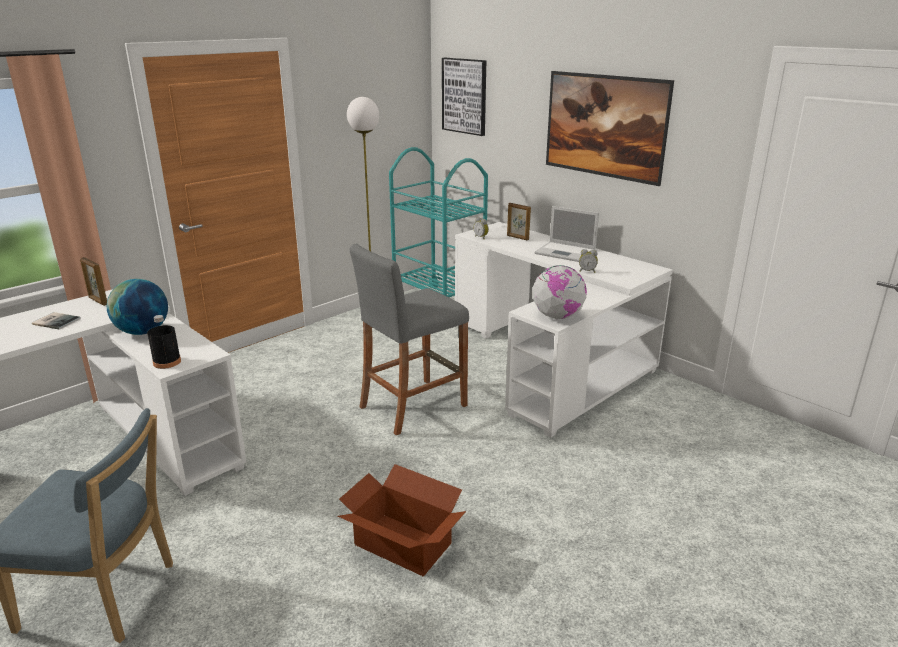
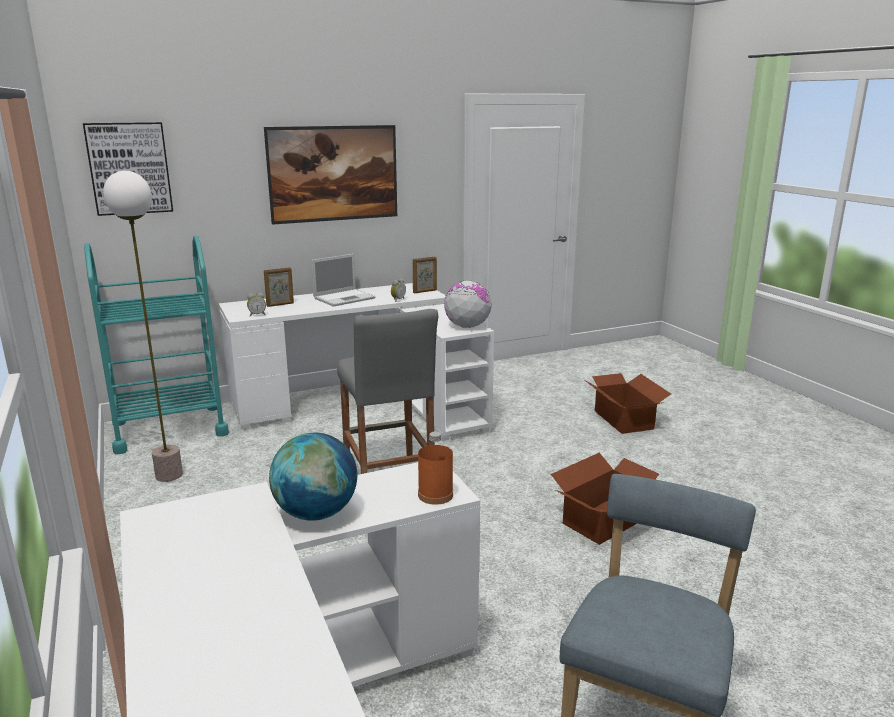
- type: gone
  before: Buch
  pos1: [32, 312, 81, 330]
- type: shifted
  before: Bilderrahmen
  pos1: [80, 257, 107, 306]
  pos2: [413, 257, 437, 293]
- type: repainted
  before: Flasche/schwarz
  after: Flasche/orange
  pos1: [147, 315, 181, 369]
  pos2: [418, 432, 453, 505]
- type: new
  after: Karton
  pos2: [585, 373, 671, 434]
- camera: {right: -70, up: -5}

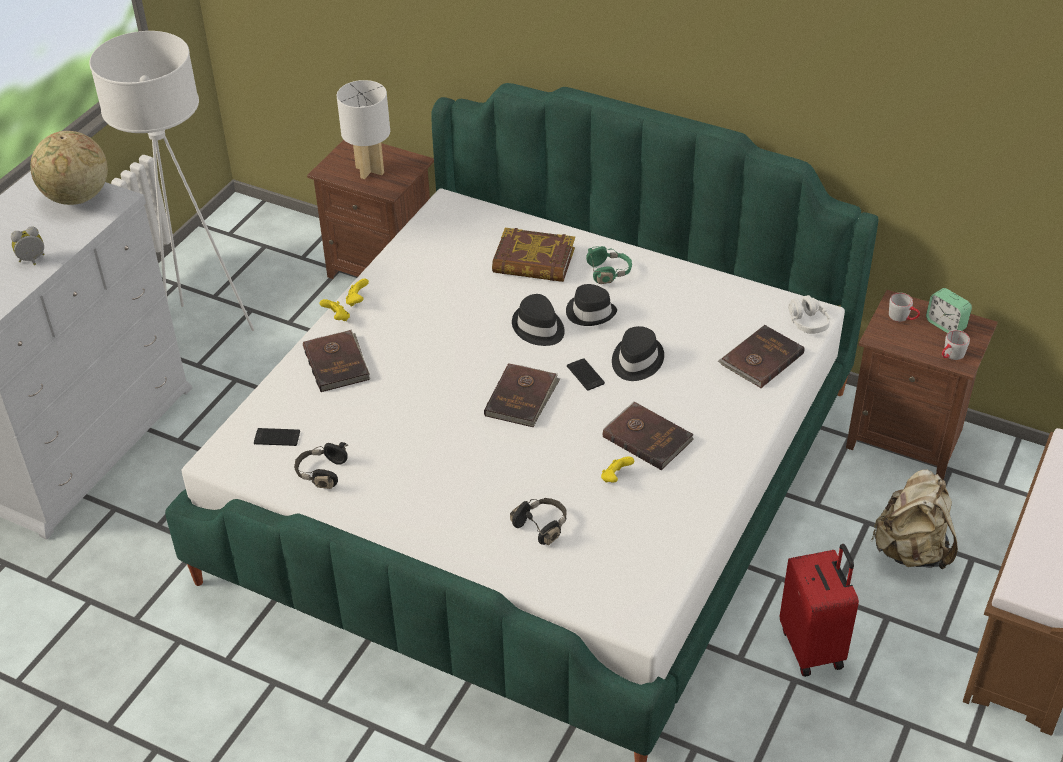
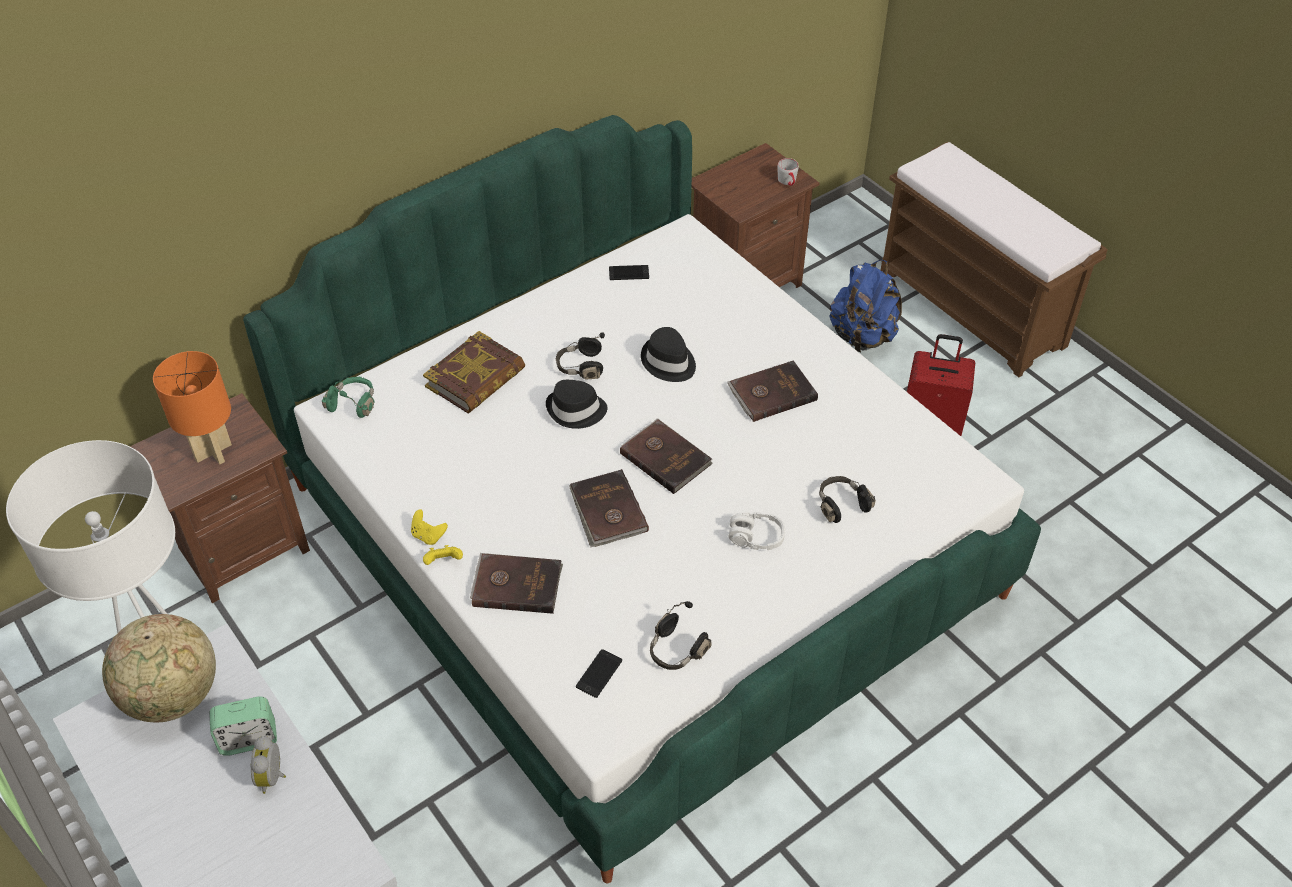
- type: repainted
  before: Tischlampe/weiß
  after: Tischlampe/orange
  pos1: [337, 80, 390, 179]
  pos2: [153, 351, 232, 464]
- type: swapped
  before: Hut/schwarz
  after: Kopfhörer/schwarz
  pos1: [566, 284, 617, 326]
  pos2: [556, 332, 605, 379]
- type: shifted
  before: Handy
  pos1: [567, 358, 605, 391]
  pos2: [609, 265, 649, 280]
- type: shifted
  before: Kopfhörer/grün
  pos1: [586, 246, 632, 284]
  pos2: [322, 377, 375, 418]
- type: gone
  before: Gamepad/gelb
  pos1: [601, 457, 634, 482]
- type: shifted
  before: Buch/braun
  pos1: [718, 325, 805, 388]
  pos2: [569, 469, 649, 547]
- type: shifted
  before: Kopfhörer/weiß
  pos1: [788, 295, 830, 334]
  pos2: [728, 512, 785, 550]
- type: repainted
  before: Rucksack/beige
  after: Rucksack/blau
  pos1: [871, 470, 958, 570]
  pos2: [829, 260, 902, 352]
- type: gone
  before: Henkelbecher/grau
  pos1: [889, 293, 920, 322]
- type: shifted
  before: Wecker
  pos1: [926, 288, 972, 333]
  pos2: [209, 696, 277, 756]
- camera: {right: -65, up: 5}

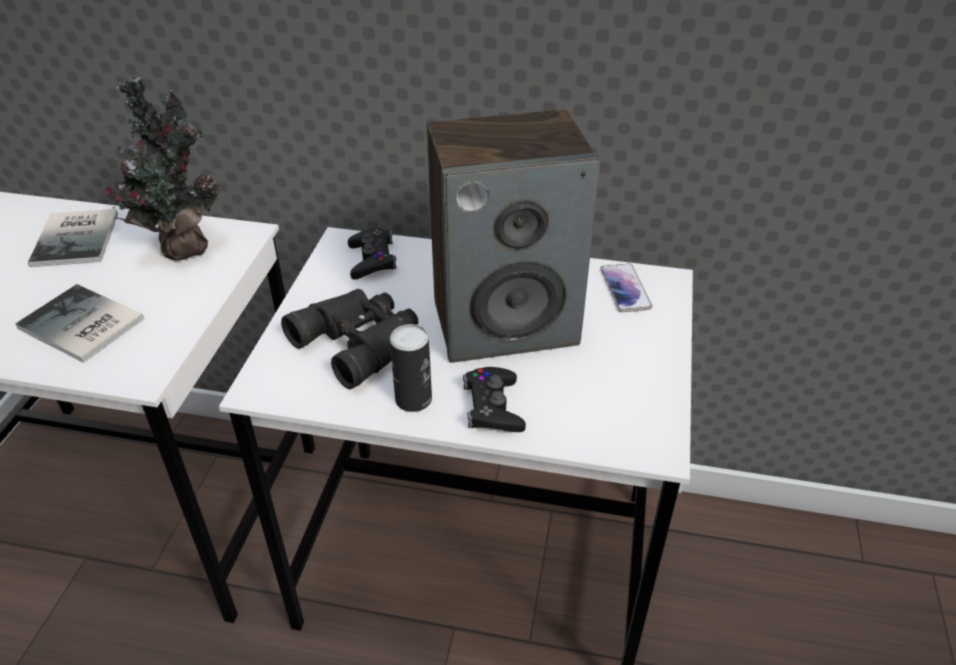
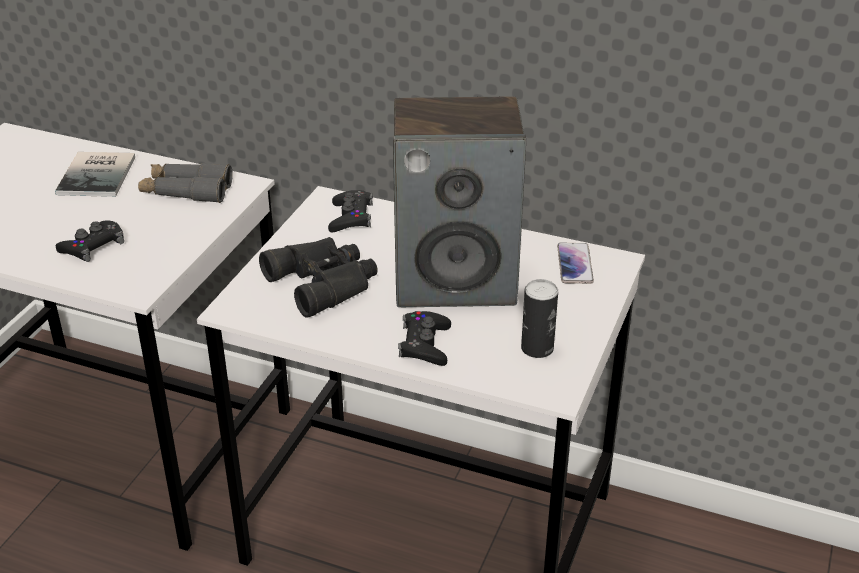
- type: swapped
  before: Buch
  after: Gamepad/schwarz
  pos1: [15, 284, 144, 363]
  pos2: [56, 221, 124, 262]
- type: swapped
  before: Topfpflanze
  after: Fernglas/grau
  pos1: [106, 77, 221, 261]
  pos2: [138, 163, 233, 203]
- type: shifted
  before: Dose
  pos1: [390, 324, 432, 412]
  pos2: [521, 279, 558, 358]
- camera: {right: 10, up: -5}

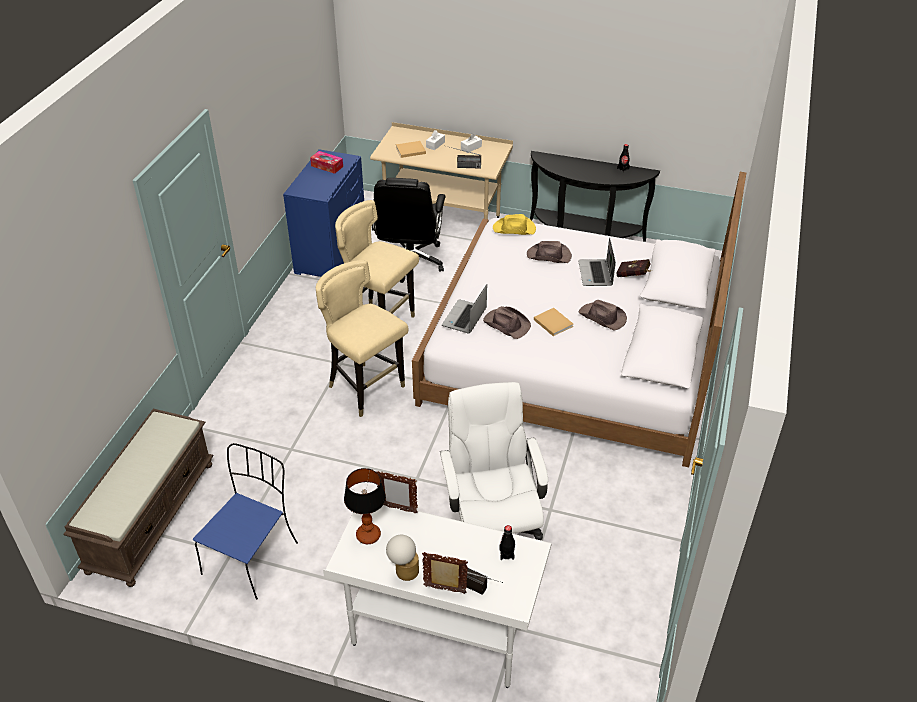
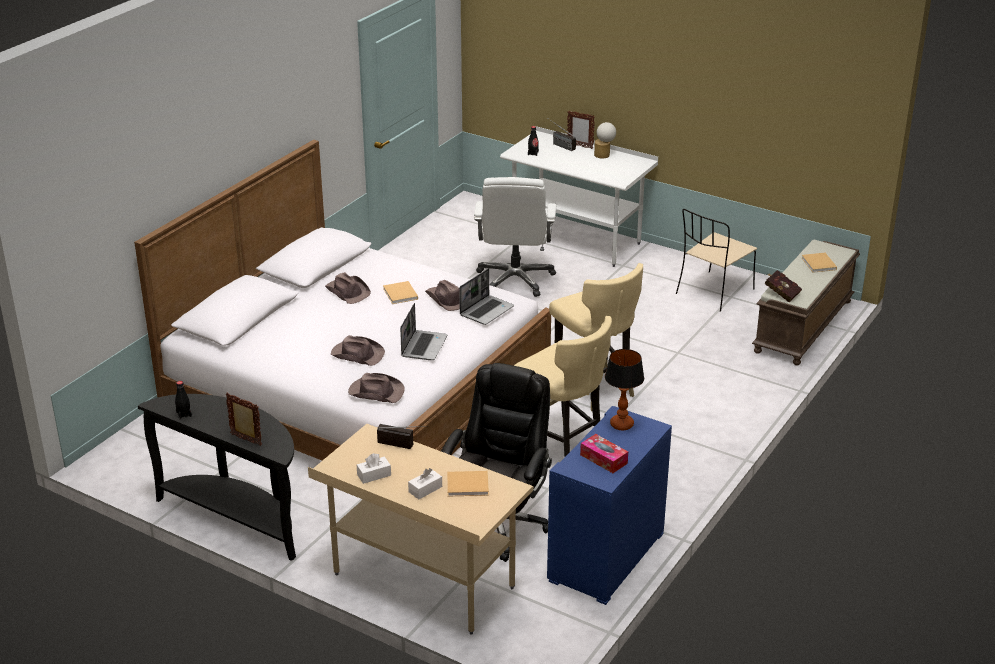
- type: repainted
  before: Stuhl/blau
  after: Stuhl/beige
  pos1: [193, 443, 298, 600]
  pos2: [676, 209, 757, 312]
- type: shifted
  before: Tischlampe
  pos1: [344, 468, 386, 544]
  pos2: [605, 349, 644, 430]
- type: shifted
  before: Bilderrahmen
  pos1: [377, 471, 418, 514]
  pos2: [225, 393, 262, 446]
- type: repainted
  before: Hut/gelb
  after: Hut/braun
  pos1: [493, 214, 536, 235]
  pos2: [348, 373, 405, 403]
- type: shifted
  before: Laptop
  pos1: [578, 237, 616, 286]
  pos2: [400, 303, 447, 360]
- type: shifted
  before: Buch/rot
  pos1: [616, 259, 652, 277]
  pos2: [764, 270, 802, 302]
- type: new
  after: Buch/beige
  pos2: [802, 253, 837, 273]
- camera: {right: -165, up: -10}

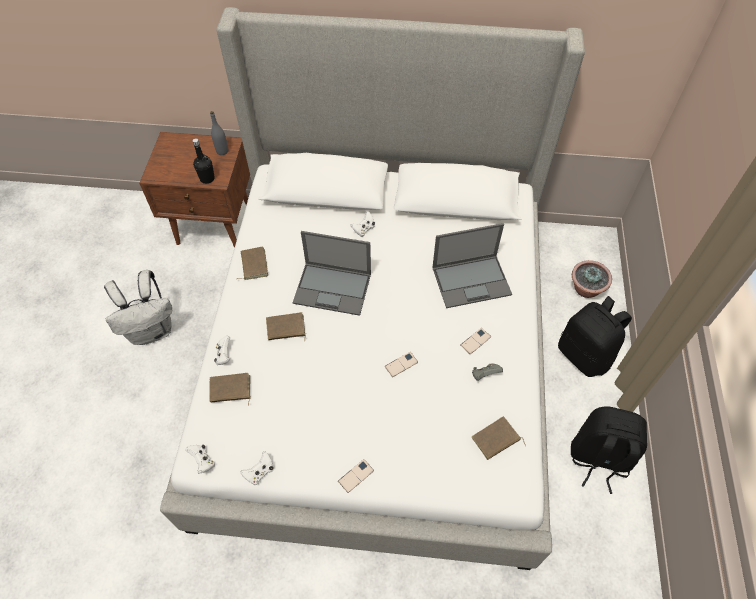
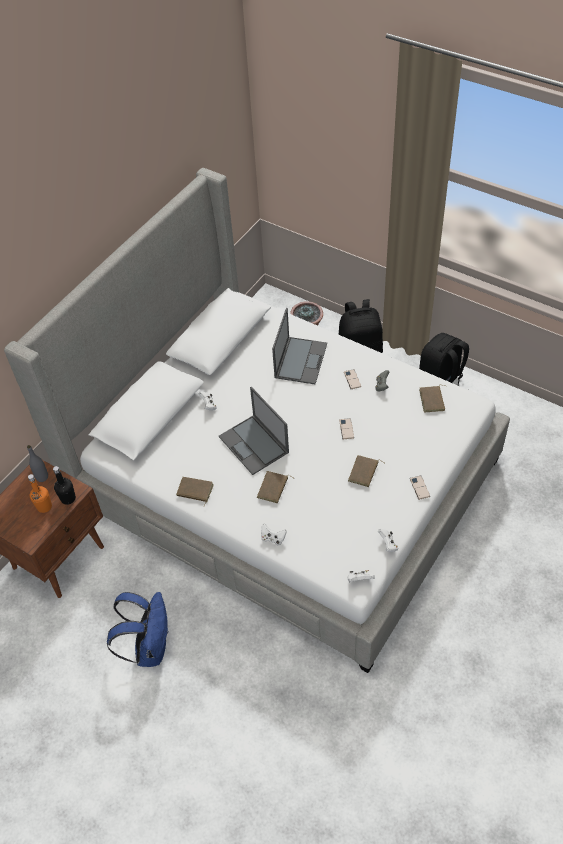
- type: repainted
  before: Rucksack/weiß
  after: Rucksack/blau
  pos1: [104, 270, 172, 345]
  pos2: [107, 592, 169, 667]
- type: shifted
  before: Buch/braun
  pos1: [210, 373, 251, 406]
  pos2: [348, 455, 384, 487]
- type: rotated
  before: Laptop
  pos1: [293, 231, 371, 316]
  pos2: [219, 387, 289, 475]
  turn: 105
- type: new
  after: Flasche/orange
  pos2: [28, 474, 52, 513]
- camera: {right: -60, up: -5}

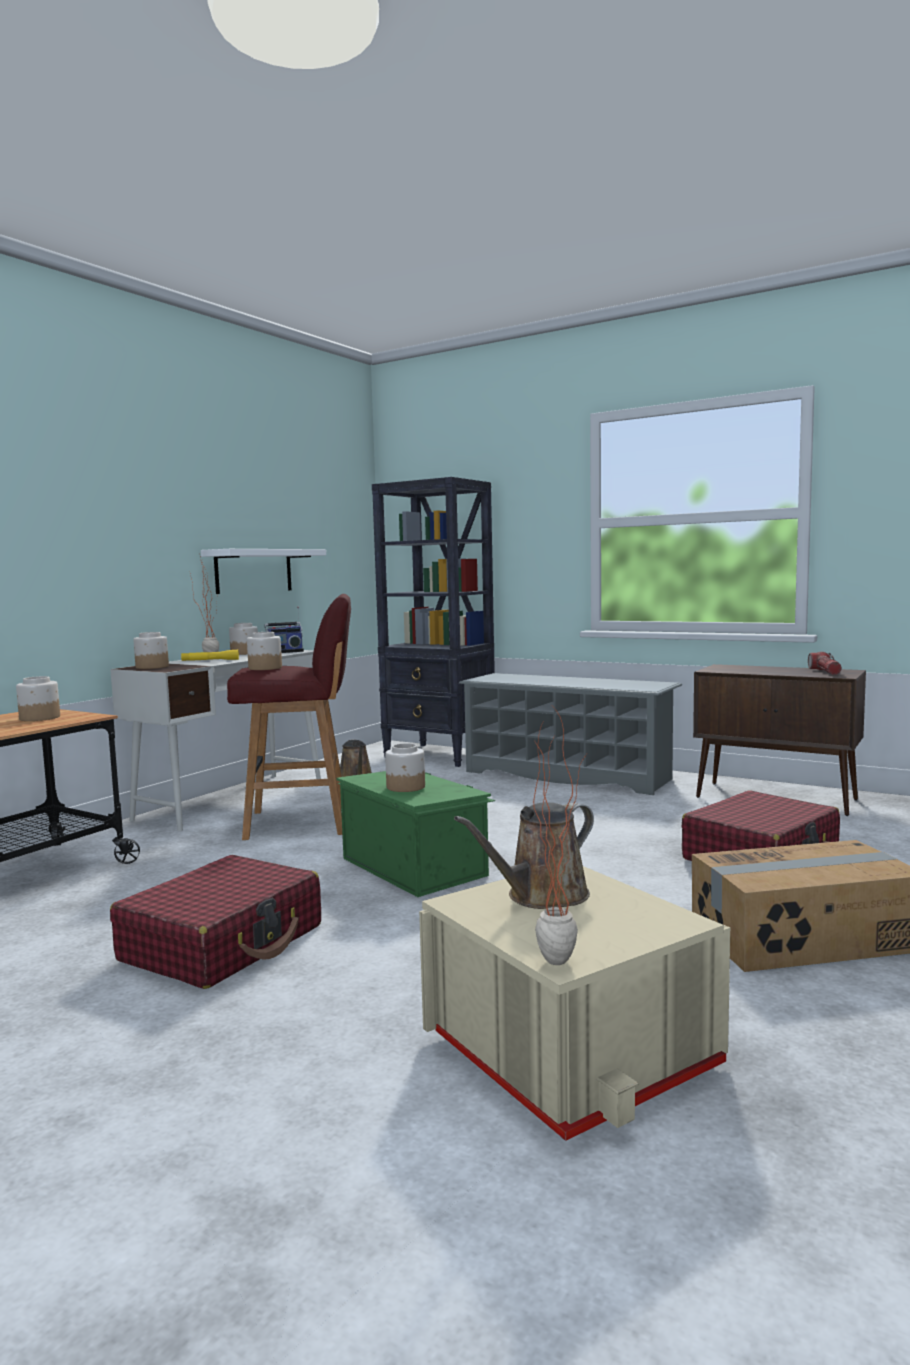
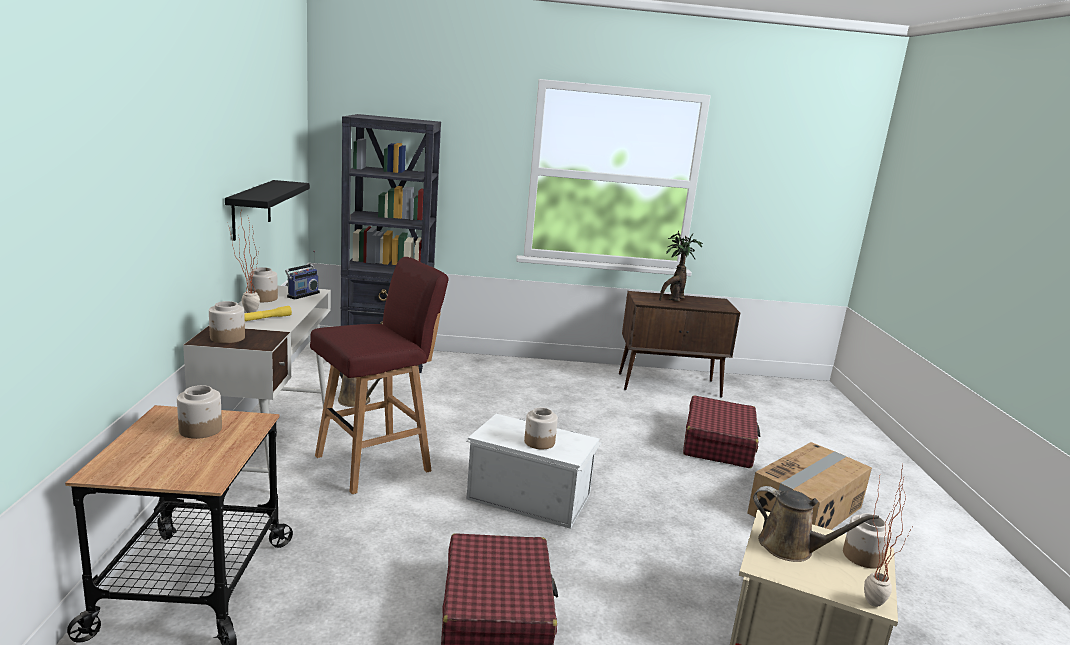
- type: repainted
  before: Wandregal/weiß
  after: Wandregal/schwarz
  pos1: [201, 549, 326, 594]
  pos2: [225, 180, 310, 241]
- type: shifted
  before: Vorratsglas
  pos1: [247, 632, 282, 670]
  pos2: [843, 513, 892, 569]
- type: repainted
  before: Aufbewahrungsbox/grün
  after: Aufbewahrungsbox/weiß
  pos1: [337, 771, 495, 897]
  pos2: [466, 414, 601, 529]
- type: rotated
  before: Gießkanne/braun
  pos1: [454, 802, 594, 909]
  pos2: [753, 486, 879, 562]
  turn: -75
- type: gone
  before: Schuhregal/grau
  pos1: [459, 673, 682, 795]
- type: gone
  before: Taschenlampe
  pos1: [808, 652, 842, 675]
- type: new
  after: Topfpflanze
  pos2: [659, 231, 703, 301]
- camera: {right: -35, up: 10}

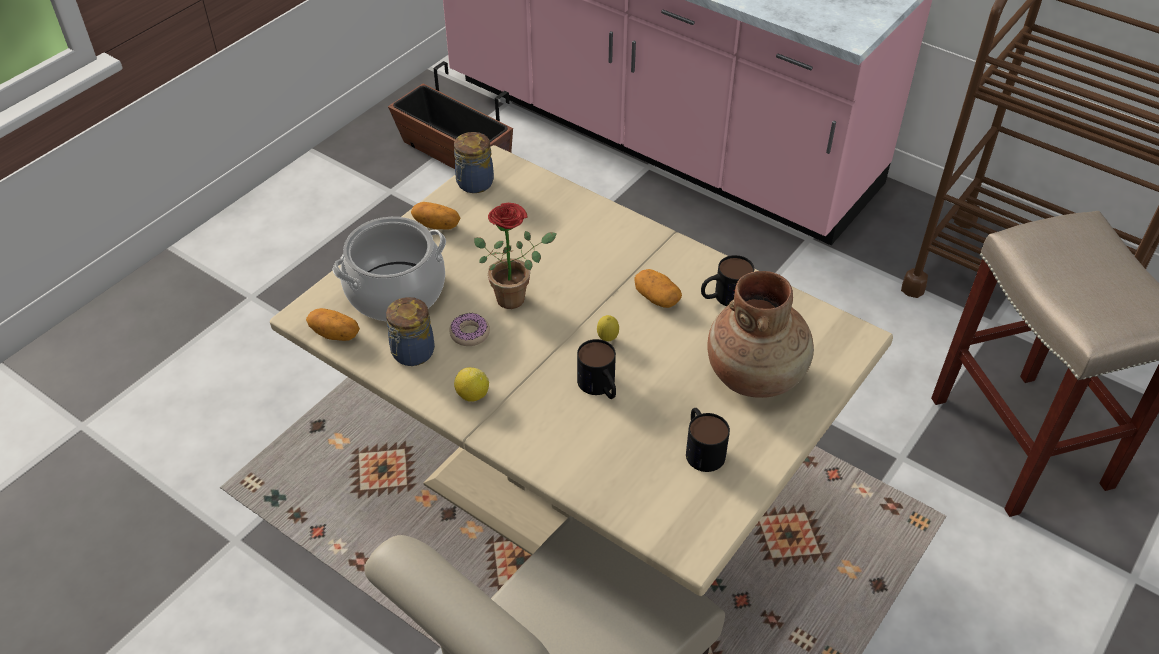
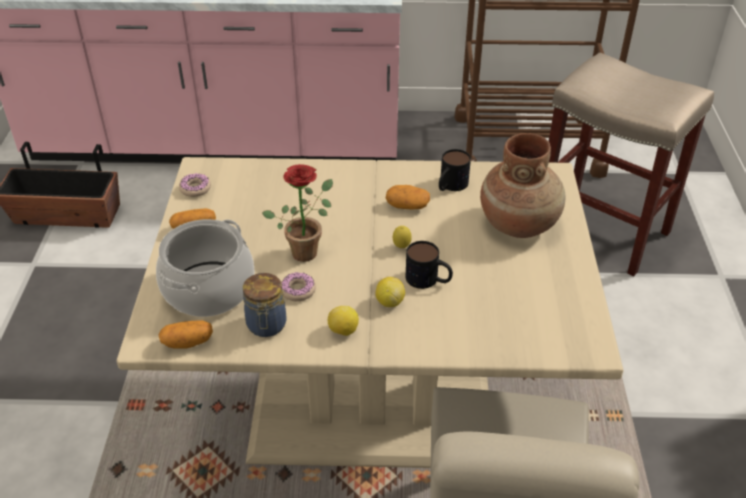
- type: swapped
  before: Vorratsglas
  after: Donut
  pos1: [454, 132, 494, 193]
  pos2: [179, 173, 211, 197]
- type: gone
  before: Henkelbecher
  pos1: [686, 408, 730, 472]
- type: new
  after: Zitrone
  pos2: [375, 277, 405, 307]
- camera: {right: -35, up: -5}

